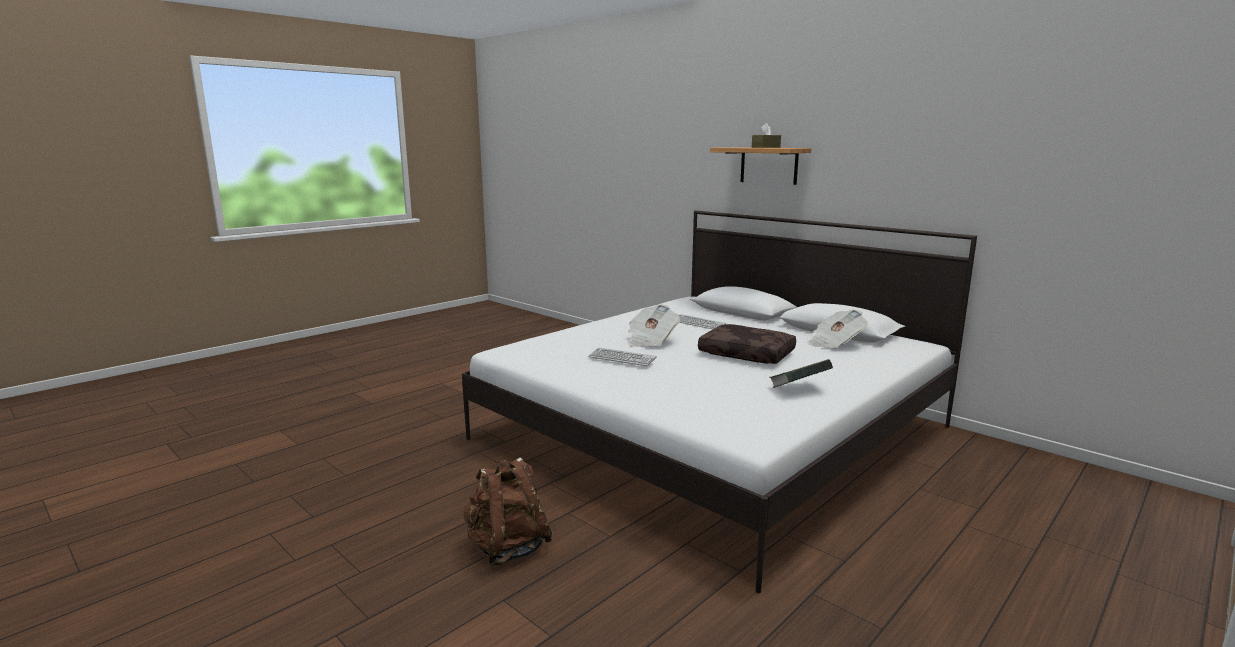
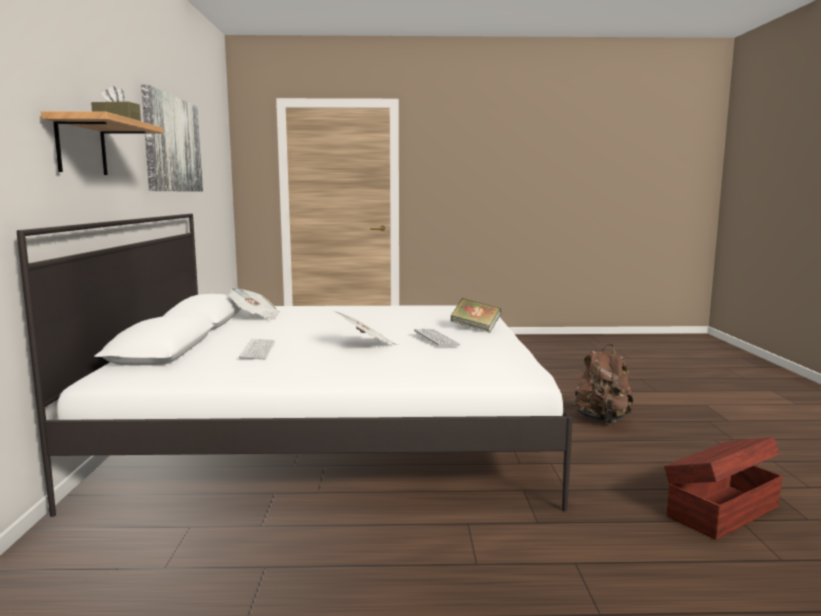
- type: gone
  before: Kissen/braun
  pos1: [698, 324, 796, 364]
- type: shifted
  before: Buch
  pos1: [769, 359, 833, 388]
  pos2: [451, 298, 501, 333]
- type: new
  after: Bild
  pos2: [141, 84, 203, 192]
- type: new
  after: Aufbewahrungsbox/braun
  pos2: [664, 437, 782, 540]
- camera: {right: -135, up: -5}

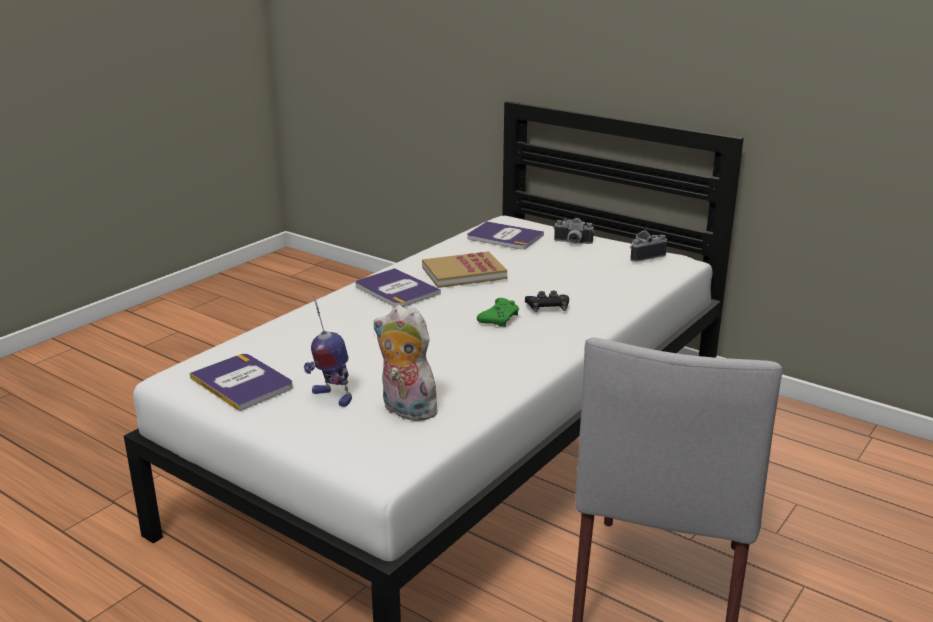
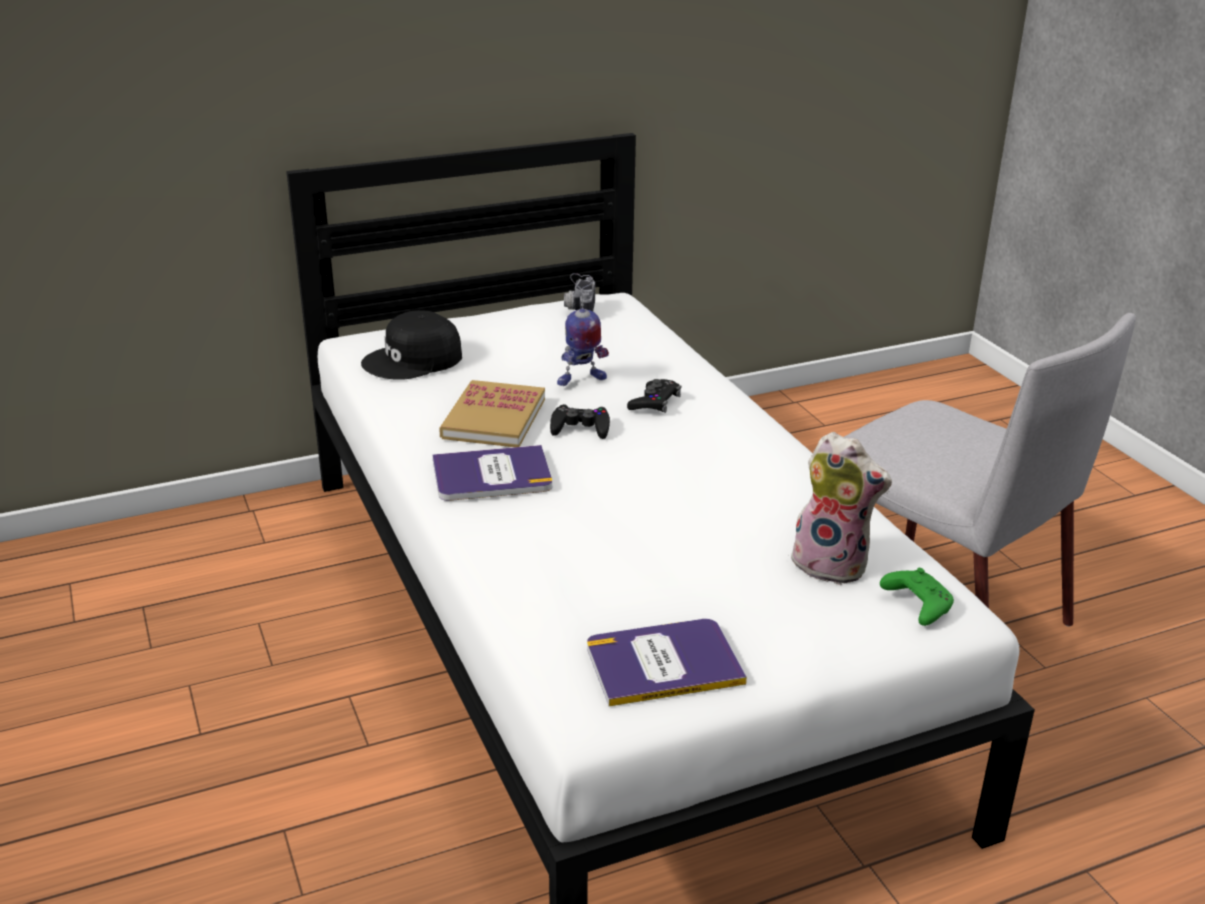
- type: shifted
  before: Spielzeugroboter
  pos1: [304, 294, 352, 407]
  pos2: [557, 273, 609, 386]
- type: rotated
  before: Plüschtier
  pos1: [374, 305, 442, 421]
  pos2: [789, 432, 892, 585]
  turn: -120
- type: swapped
  before: Buch
  after: Kappe/schwarz
  pos1: [467, 221, 544, 249]
  pos2: [361, 310, 462, 380]
- type: shifted
  before: Gamepad/grün
  pos1: [477, 298, 519, 327]
  pos2: [880, 568, 954, 626]
- type: gone
  before: Kamera
  pos1: [554, 218, 594, 244]
- type: new
  after: Gamepad/schwarz
  pos2: [550, 404, 610, 439]
- camera: {right: -60, up: 5}

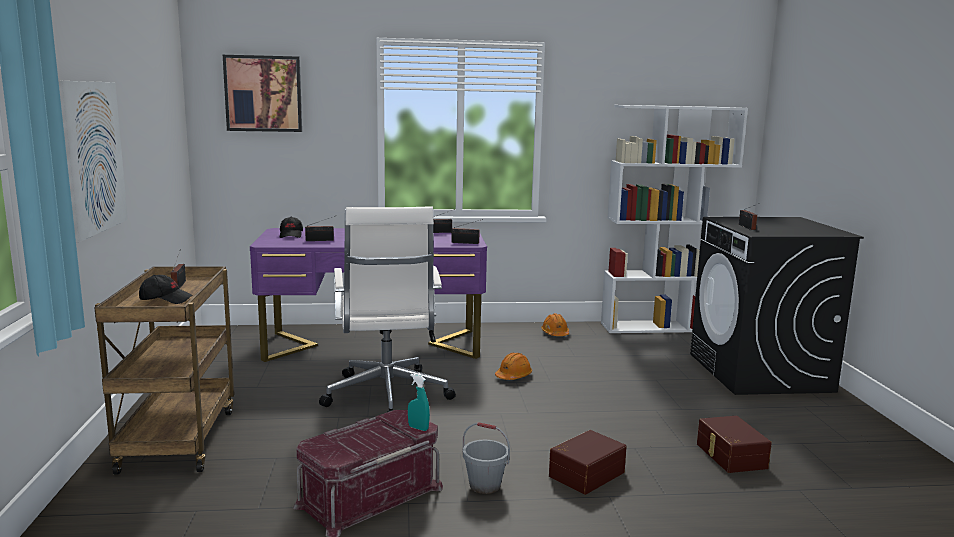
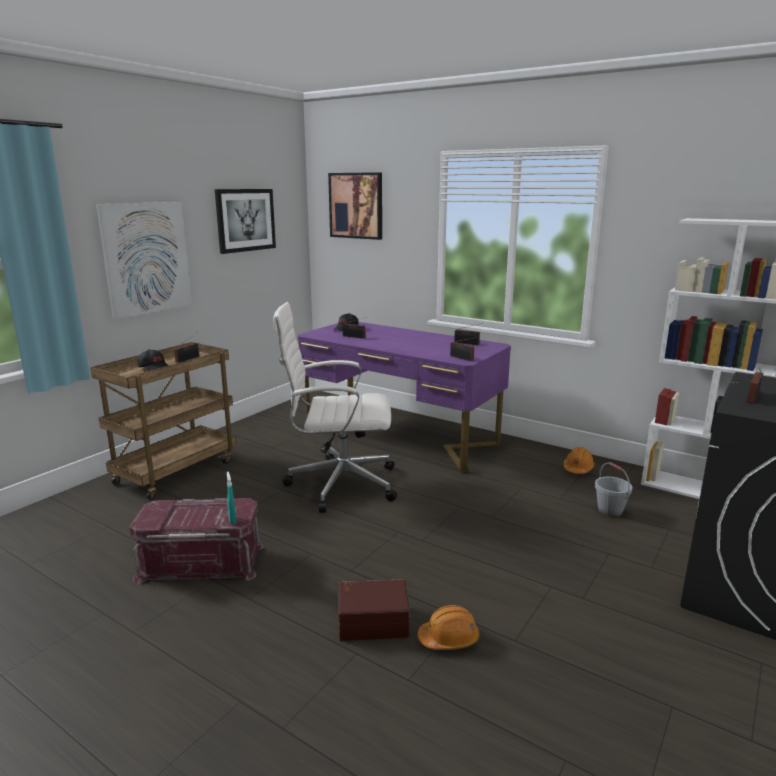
- type: rotated
  before: Bürostuhl/weiß
  pos1: [319, 207, 456, 412]
  pos2: [273, 302, 397, 513]
  turn: 60
- type: shifted
  before: Eimer/grau
  pos1: [463, 422, 510, 494]
  pos2: [595, 462, 632, 517]
- type: shifted
  before: Schutzhelm/orange
  pos1: [495, 353, 532, 380]
  pos2: [417, 605, 480, 650]
- type: gone
  before: Aufbewahrungsbox/braun
  pos1: [697, 416, 772, 473]
- type: new
  after: Bild
  pos2: [215, 189, 276, 254]
- camera: {right: 40, up: 5}

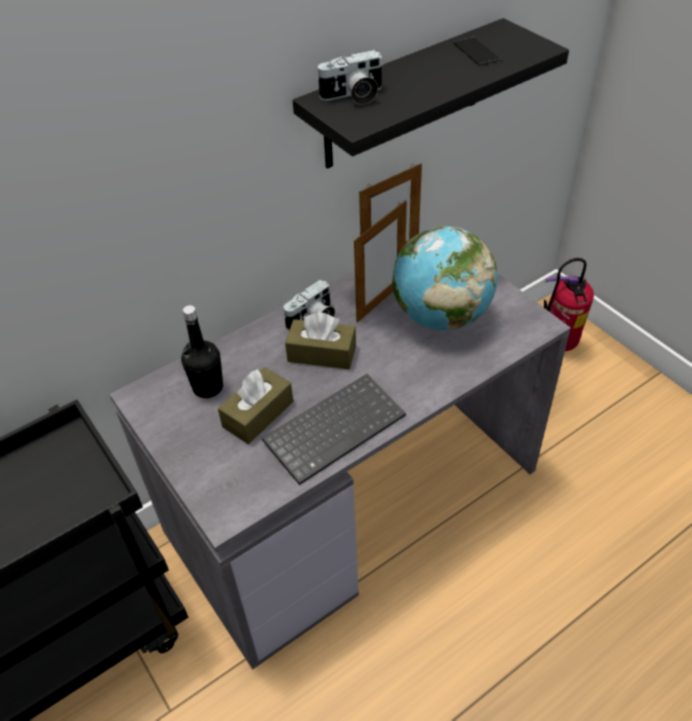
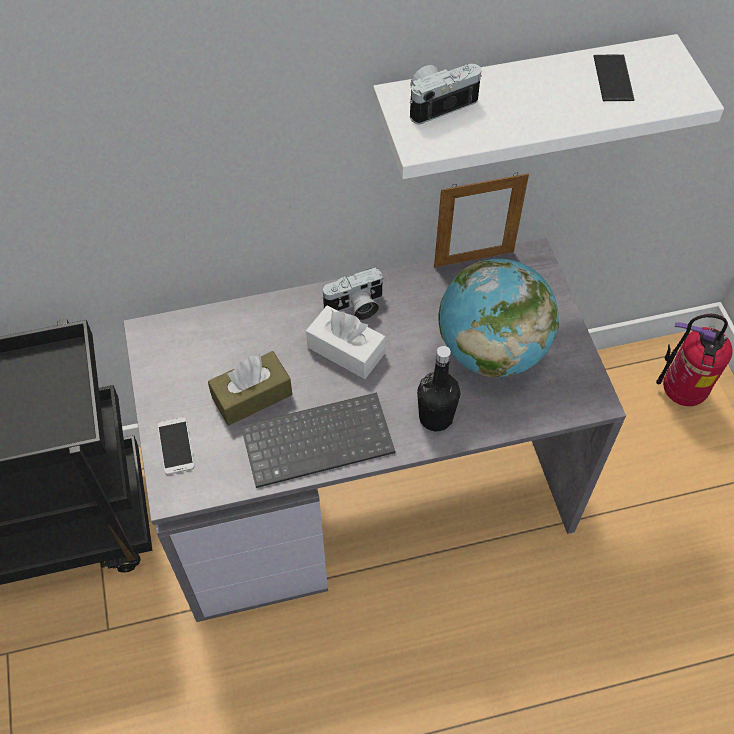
- type: shifted
  before: Flasche/schwarz
  pos1: [181, 305, 223, 398]
  pos2: [417, 346, 460, 431]
- type: repainted
  before: Taschentuchbox/braun
  after: Taschentuchbox/weiß
  pos1: [285, 313, 356, 369]
  pos2: [306, 305, 385, 379]
- type: repainted
  before: Wandregal/schwarz
  after: Wandregal/weiß
  pos1: [293, 18, 569, 169]
  pos2: [373, 34, 724, 179]
- type: rotated
  before: Kamera
  pos1: [316, 50, 383, 105]
  pos2: [410, 64, 482, 125]
  turn: 150
- type: gone
  before: Bilderrahmen
  pos1: [354, 200, 407, 323]
- type: new
  after: Handy
  pos2: [157, 417, 195, 475]
- camera: {right: 20, up: 10}

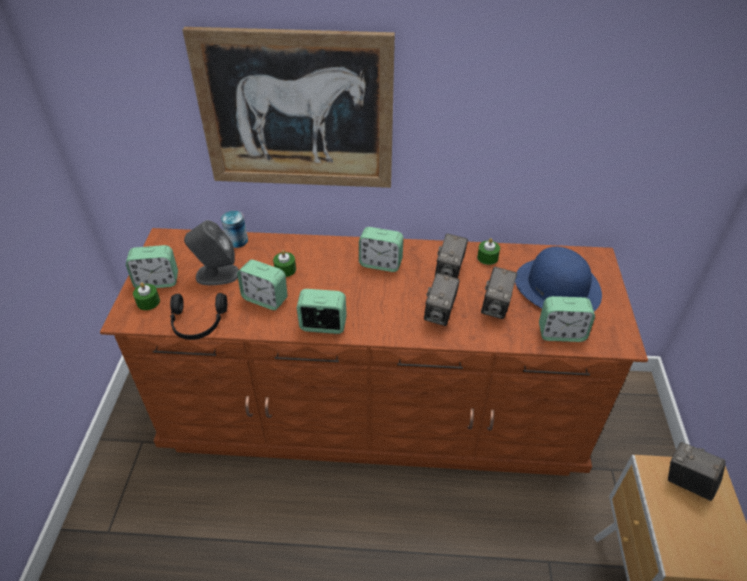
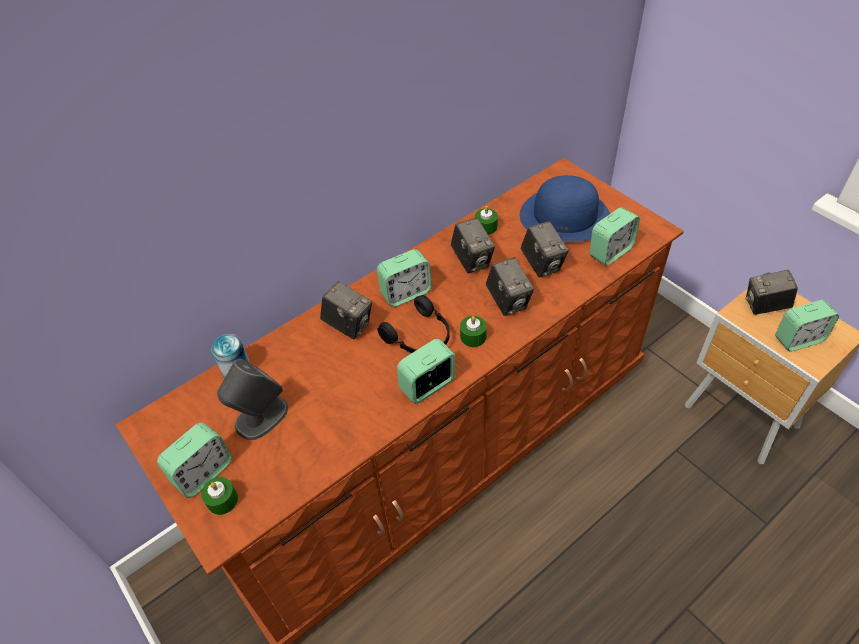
- type: shifted
  before: Kopfhörer/schwarz
  pos1: [170, 293, 227, 340]
  pos2: [377, 295, 450, 353]
- type: gone
  before: Bild
  pos1: [183, 27, 395, 188]
- type: shifted
  before: Wecker
  pos1: [237, 260, 288, 310]
  pos2: [775, 300, 839, 352]
- type: shifted
  before: Kerze/grün
  pos1: [273, 250, 296, 277]
  pos2: [460, 316, 487, 347]
- type: new
  after: Kamera
  pos2: [320, 281, 372, 339]
- camera: {right: -40, up: 5}

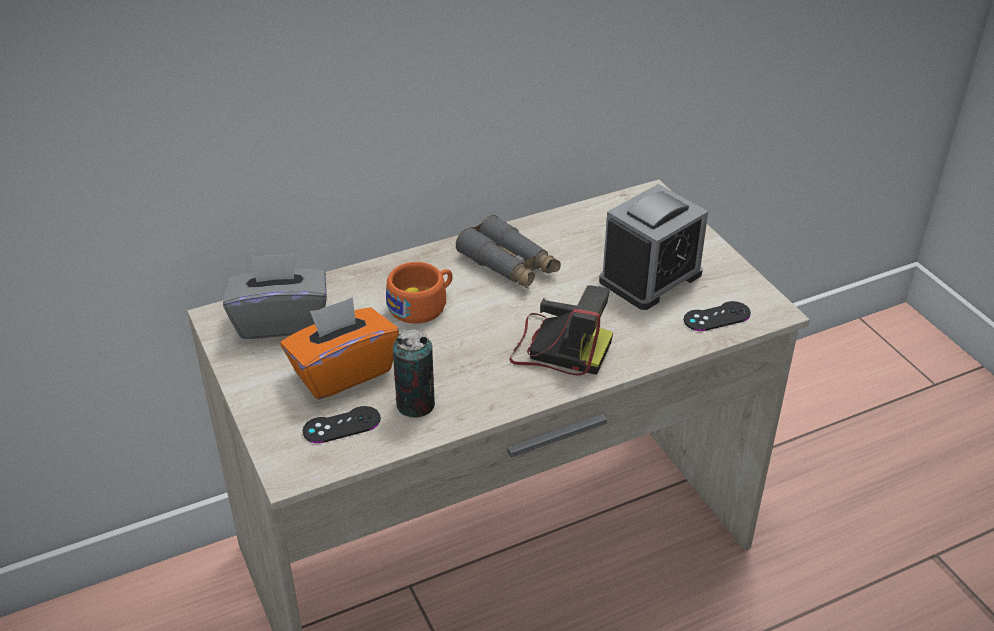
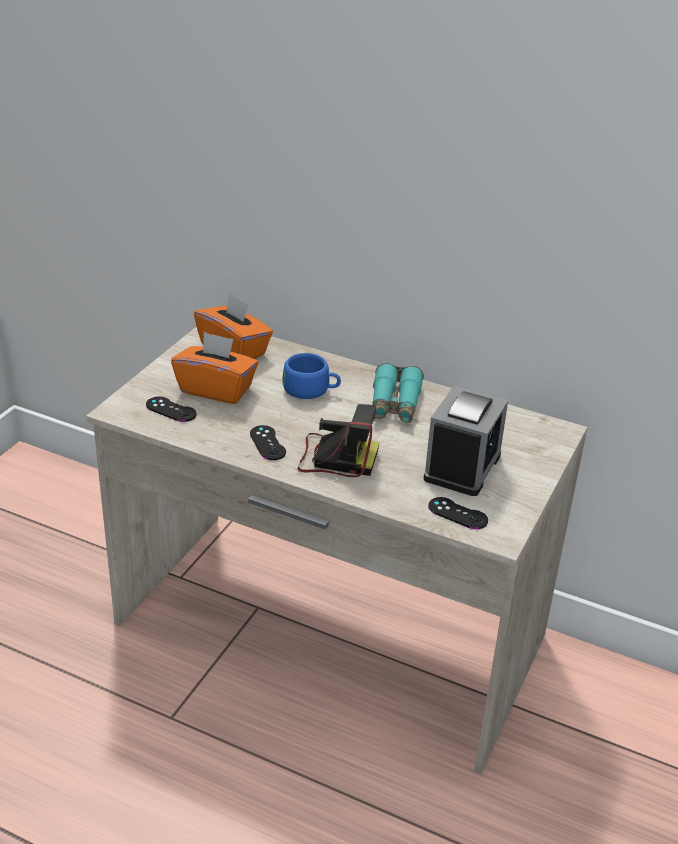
- type: repainted
  before: Taschentuchbox/grau
  after: Taschentuchbox/orange
  pos1: [223, 254, 327, 339]
  pos2: [194, 293, 273, 359]
- type: repainted
  before: Tasse/orange
  after: Tasse/blau
  pos1: [386, 262, 453, 324]
  pos2: [282, 353, 341, 399]
- type: gone
  before: Dose
  pos1: [393, 329, 435, 418]
- type: repainted
  before: Fernglas/grau
  after: Fernglas/türkis
  pos1: [456, 215, 561, 289]
  pos2: [372, 363, 424, 423]
- type: rotated
  before: Kamera
  pos1: [509, 286, 613, 376]
  pos2: [298, 404, 379, 477]
  turn: -60
- type: rotated
  before: Wecker
  pos1: [599, 184, 708, 310]
  pos2: [424, 386, 508, 496]
  turn: -75
- type: new
  after: Gamepad/schwarz
  pos2: [250, 425, 286, 460]
- camera: {right: 50, up: -5}

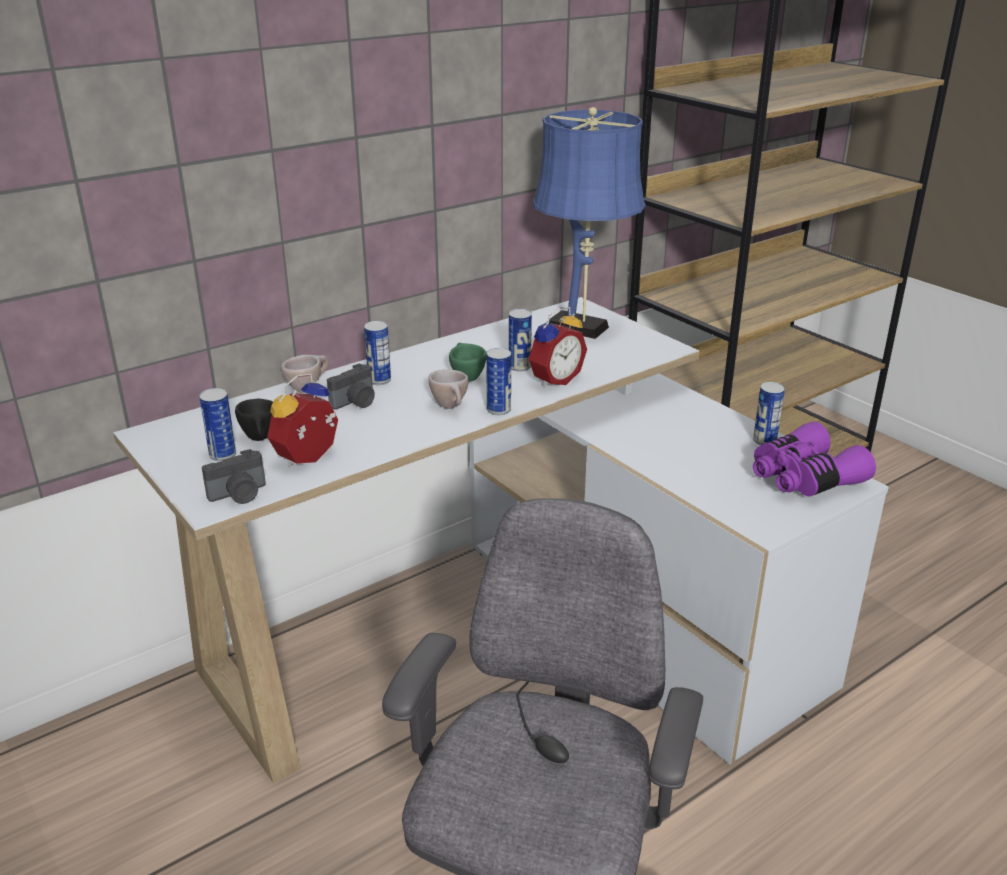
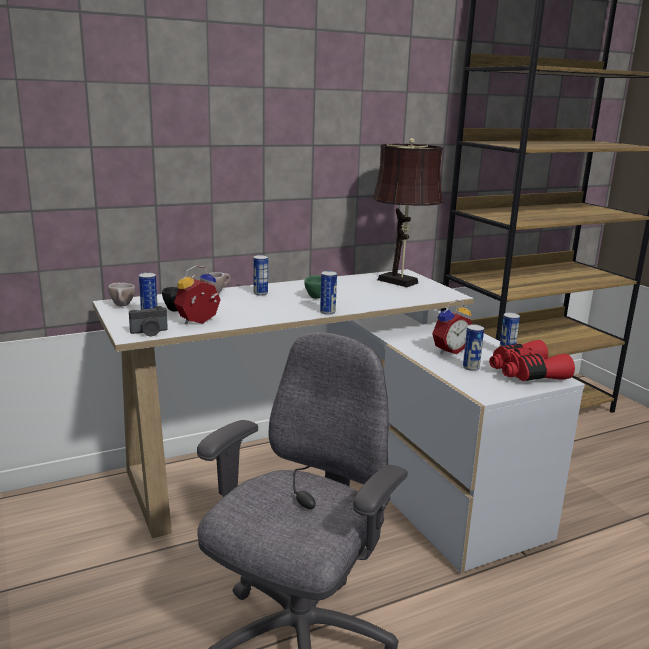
- type: gone
  before: Kamera
  pos1: [327, 363, 375, 410]
- type: shifted
  before: Tasse/beige
  pos1: [428, 369, 468, 409]
  pos2: [108, 283, 135, 307]
- type: shifted
  before: Dose
  pos1: [509, 309, 532, 372]
  pos2: [463, 324, 484, 371]
- type: shifted
  before: Wecker
  pos1: [528, 307, 587, 388]
  pos2: [432, 300, 472, 354]
- type: repainted
  before: Tischlampe/blau
  after: Tischlampe/braun
  pos1: [533, 107, 646, 339]
  pos2: [372, 138, 444, 287]
- type: repainted
  before: Fernglas/lila
  after: Fernglas/rot
  pos1: [753, 421, 876, 497]
  pos2: [489, 340, 575, 381]
- camera: {right: 10, up: -10}

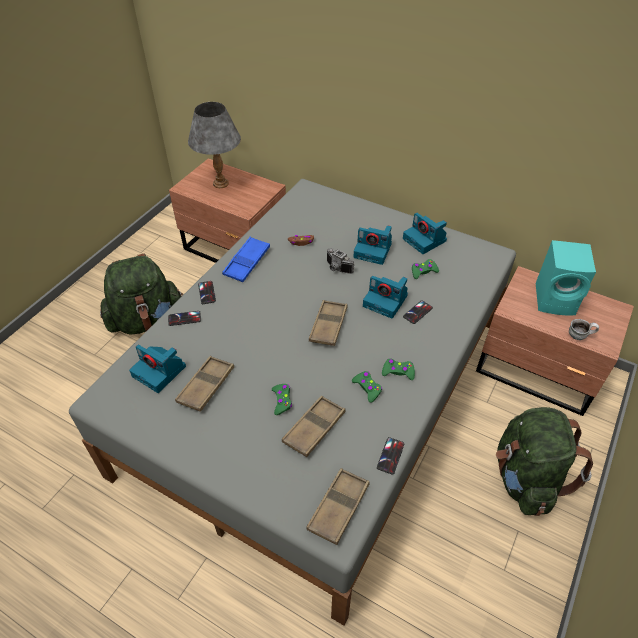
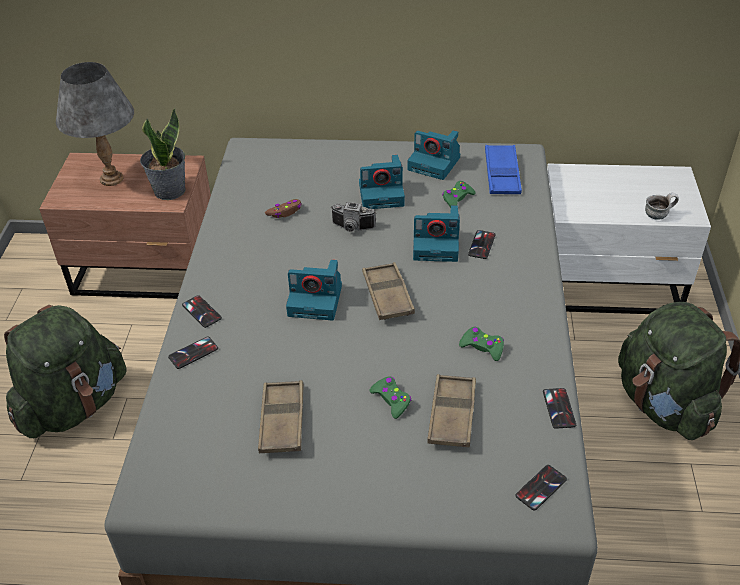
- type: shifted
  before: Kamera
  pos1: [129, 345, 186, 393]
  pos2: [286, 260, 342, 320]
- type: shifted
  before: Tablett/blau
  pos1: [222, 237, 270, 282]
  pos2: [485, 145, 522, 194]
- type: swapped
  before: Tablett/braun
  after: Handy
  pos1: [306, 468, 370, 545]
  pos2: [515, 465, 567, 511]
- type: gone
  before: Gamepad/grün
  pos1: [382, 358, 415, 380]
- type: repainted
  before: Nachttisch/braun
  after: Nachttisch/weiß
  pos1: [476, 266, 634, 416]
  pos2: [547, 164, 711, 314]
- type: gone
  before: Lautsprecher/türkis
  pos1: [536, 240, 596, 316]
- type: new
  after: Topfpflanze
  pos2: [140, 108, 186, 200]
- camera: {right: -25, up: -5}

